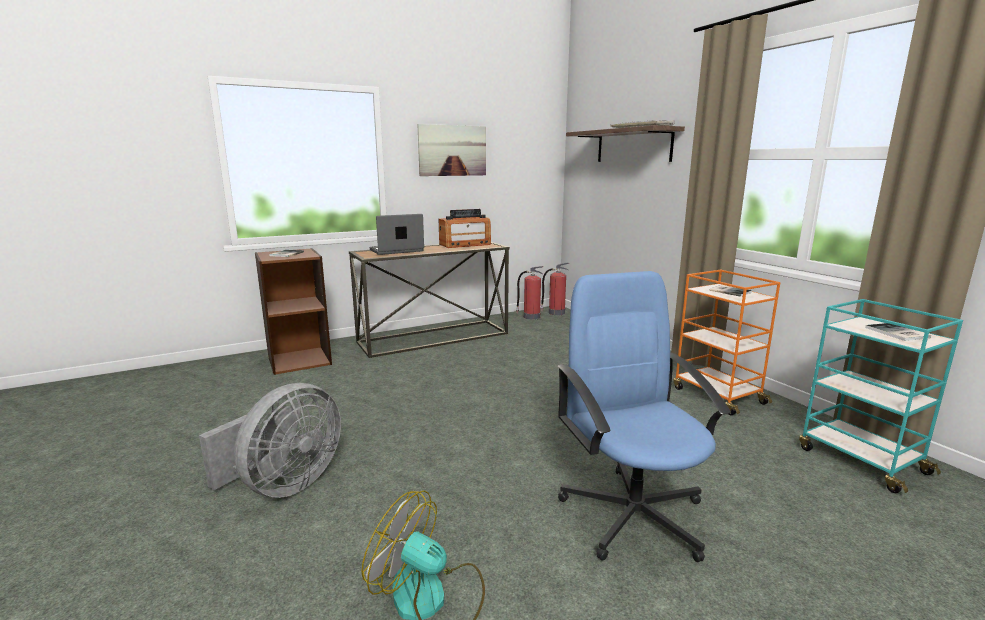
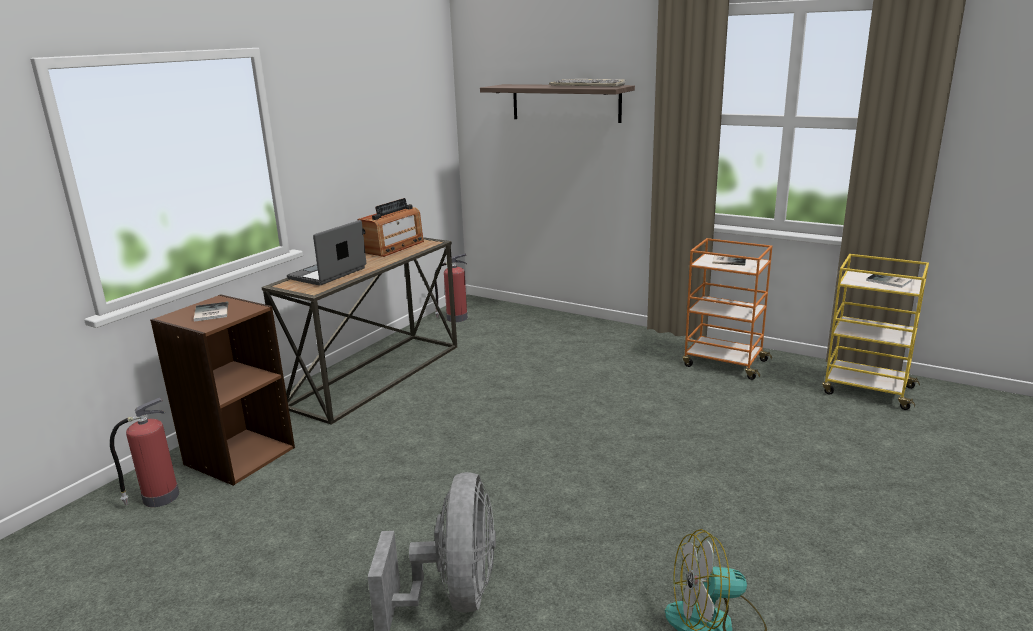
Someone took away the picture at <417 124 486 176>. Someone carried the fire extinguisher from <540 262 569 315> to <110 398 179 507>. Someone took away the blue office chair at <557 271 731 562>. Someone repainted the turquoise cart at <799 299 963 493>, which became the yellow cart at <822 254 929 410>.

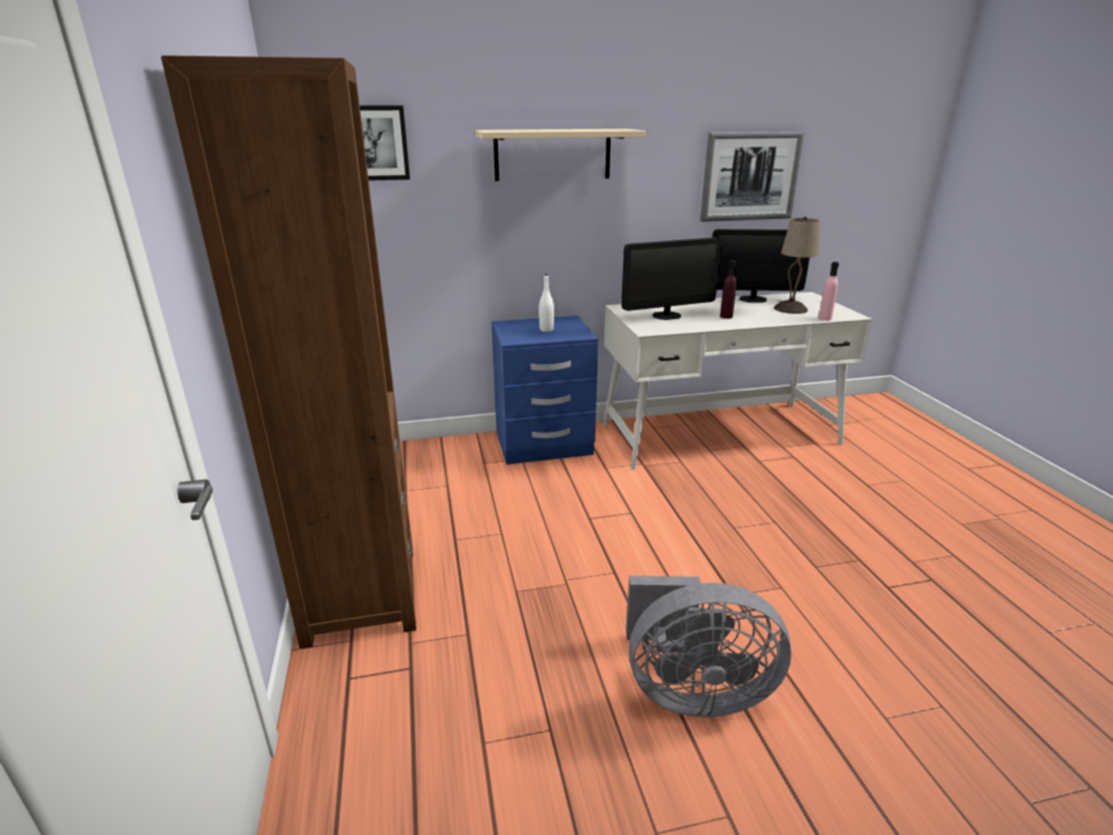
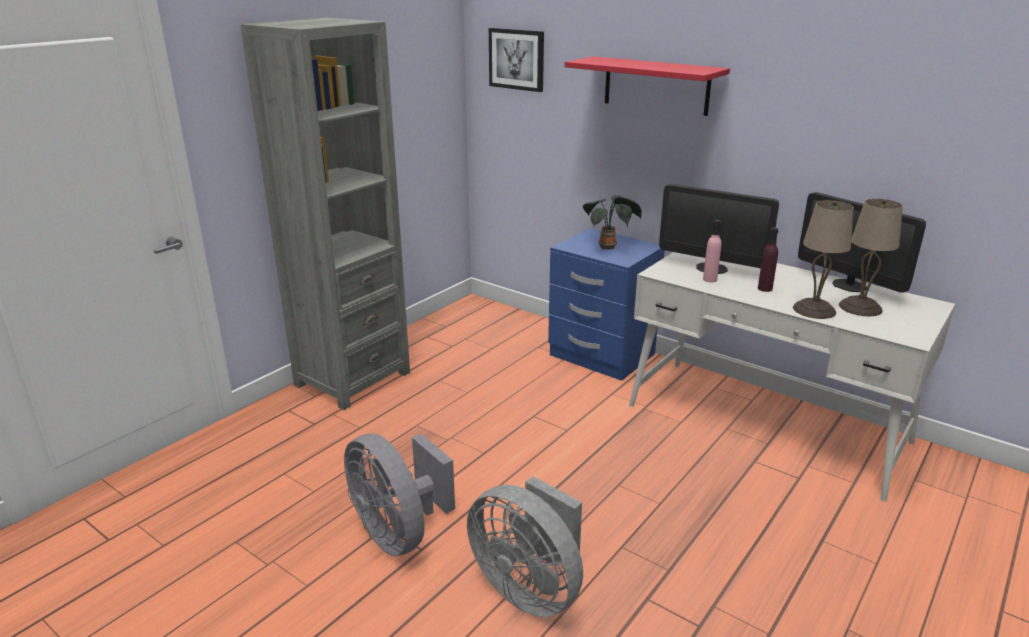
Someone repainted the brown bookcase at <161 55 416 649>, which became the grey bookcase at <240 17 410 410>. Someone repainted the beige shelf at <475 129 646 181>, which became the red shelf at <564 56 730 116>. Someone took away the picture at <700 132 804 222>. Someone carried the pink bottle from <818 262 839 321> to <703 220 721 282>. Someone swapped the white bottle at <539 274 554 332> for the potted plant at <583 195 641 250>. Someone put down the beige table lamp at <793 200 853 319>. Someone put down the grey fan at <467 476 583 617>.

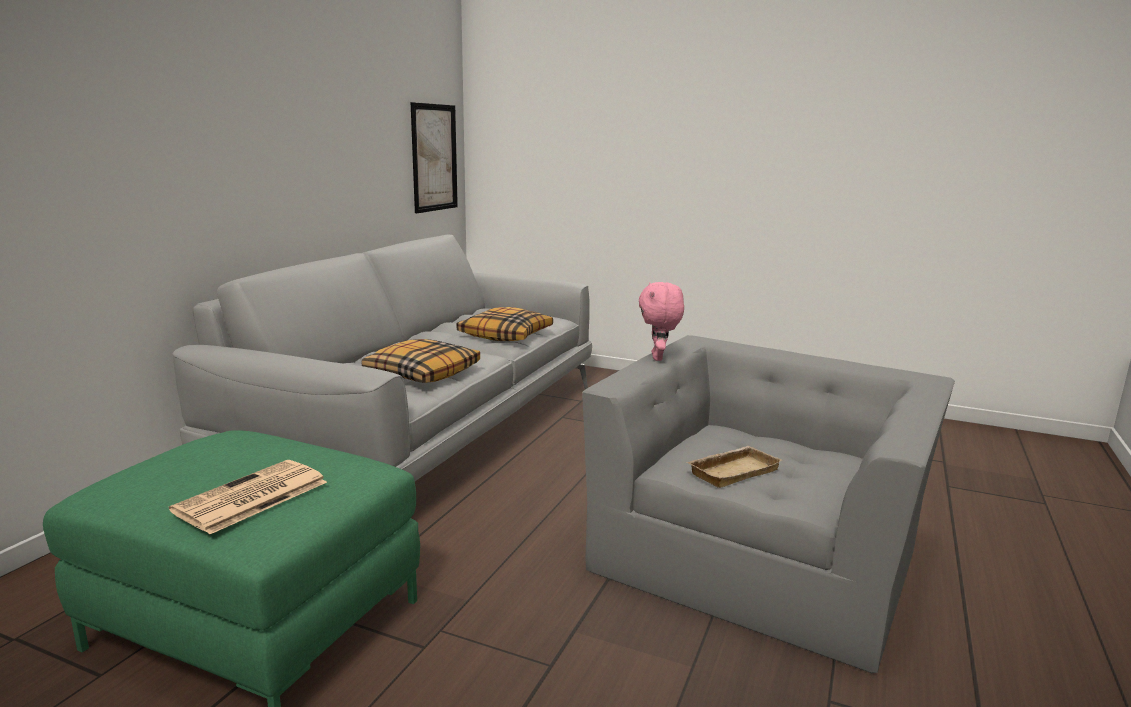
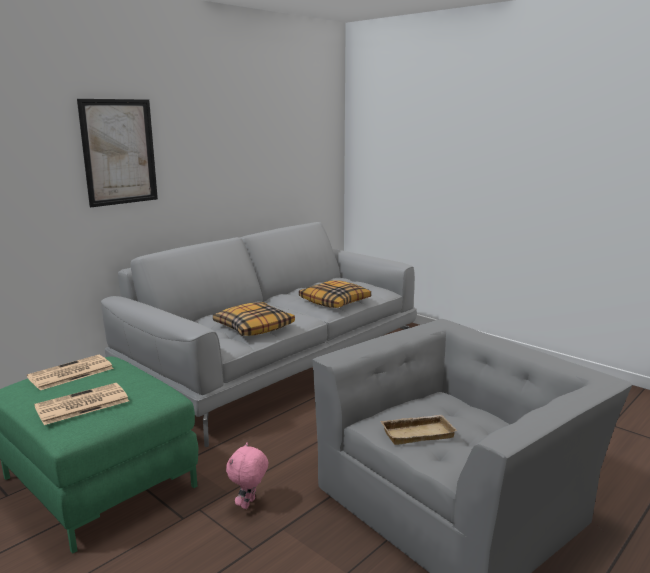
Someone carried the picture from <410 102 458 213> to <77 99 158 207>. Someone carried the pink plush toy from <639 282 684 361> to <226 442 268 509>. Someone put down the newspaper at <27 355 114 390>.

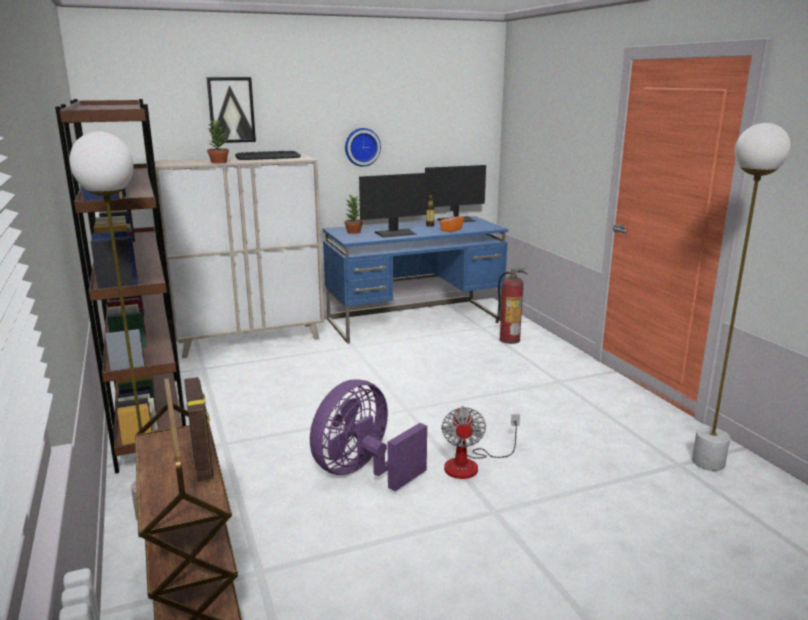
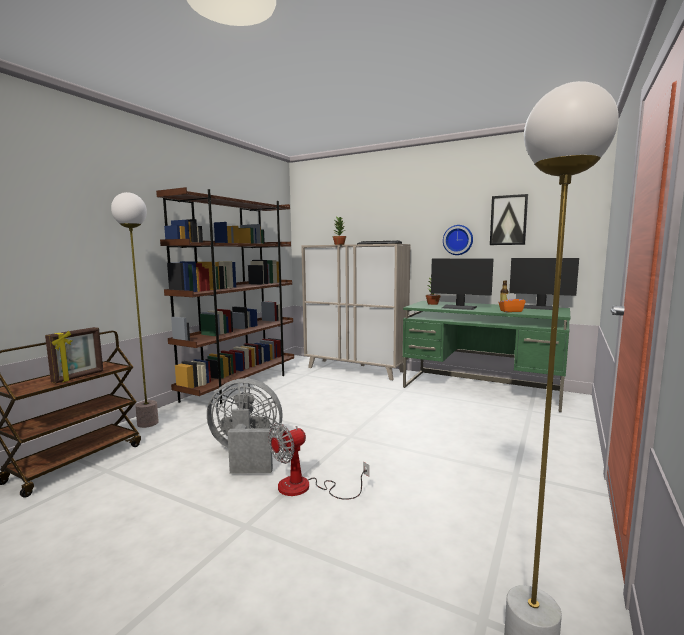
Someone carried the picture from <206 77 256 143> to <490 194 528 245>. Someone repainted the blue desk at <323 216 508 344>, which became the green desk at <403 301 570 412>. Someone took away the fire extinguisher at <495 267 529 344>. Someone repainted the purple fan at <310 379 427 491>, which became the grey fan at <207 378 283 473>.

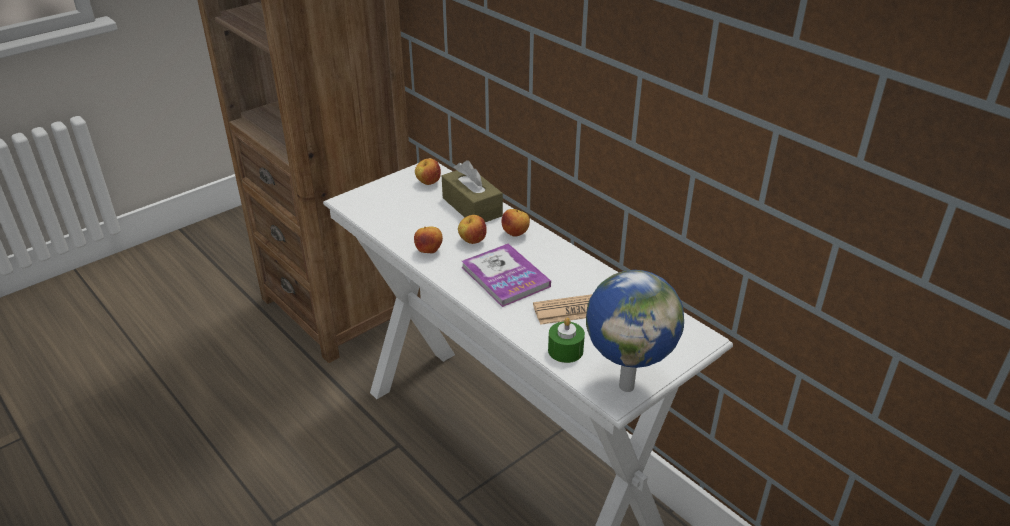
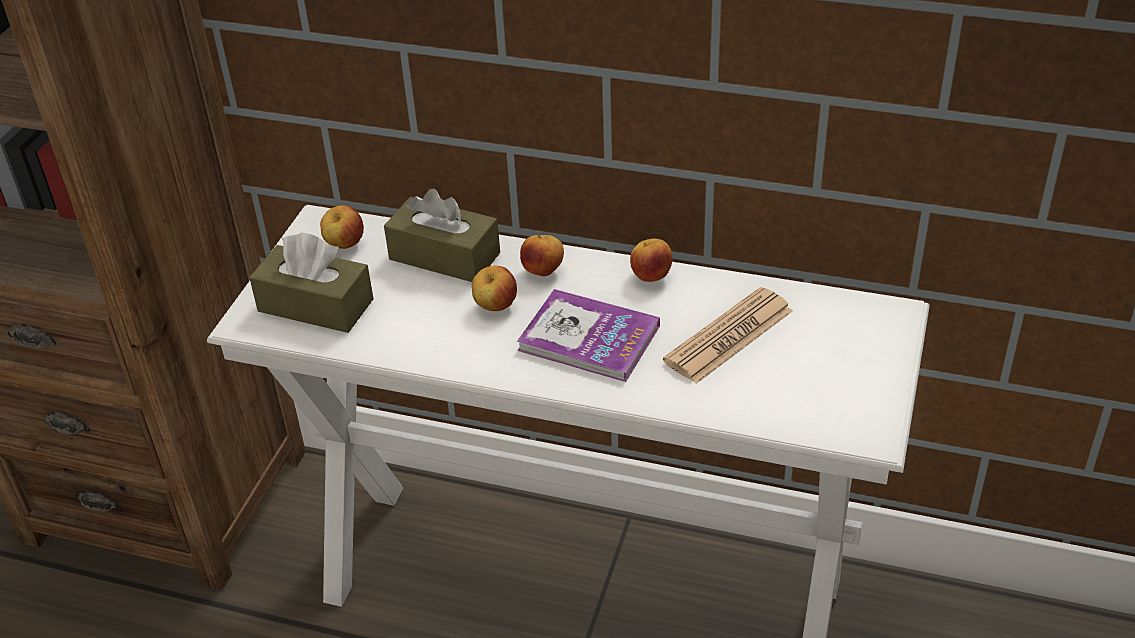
Someone carried the apple from <414 226 443 253> to <630 239 673 282>. Someone took away the globe at <586 270 684 392>. Someone took away the green candle at <548 318 585 363>. Someone put down the brown tissue box at <249 232 374 333>.

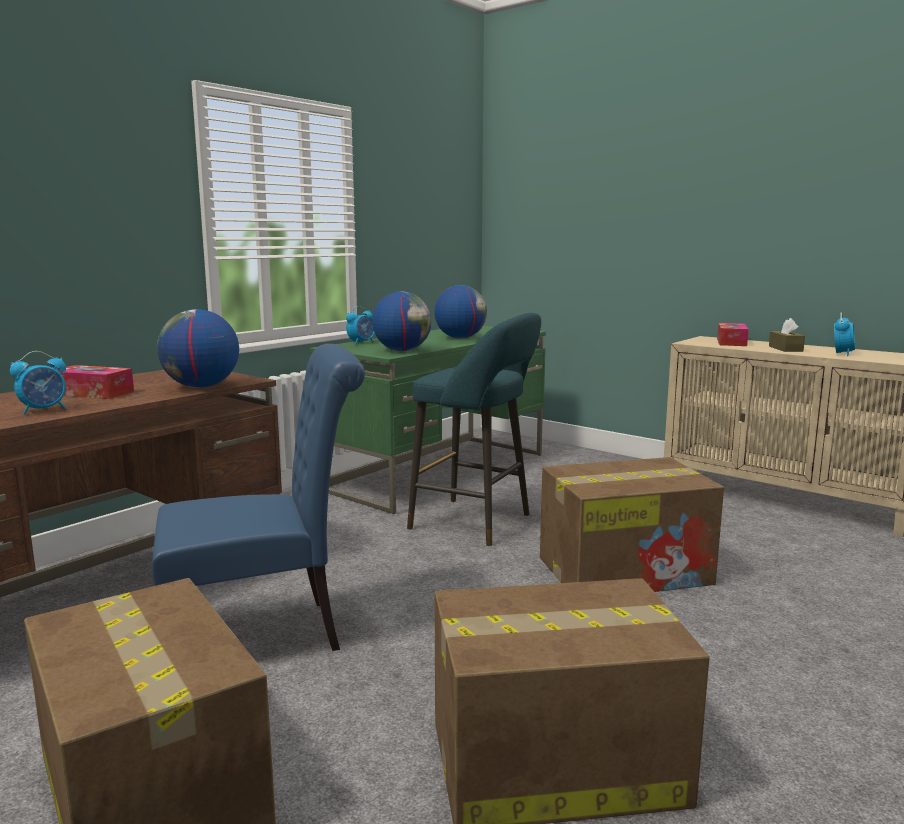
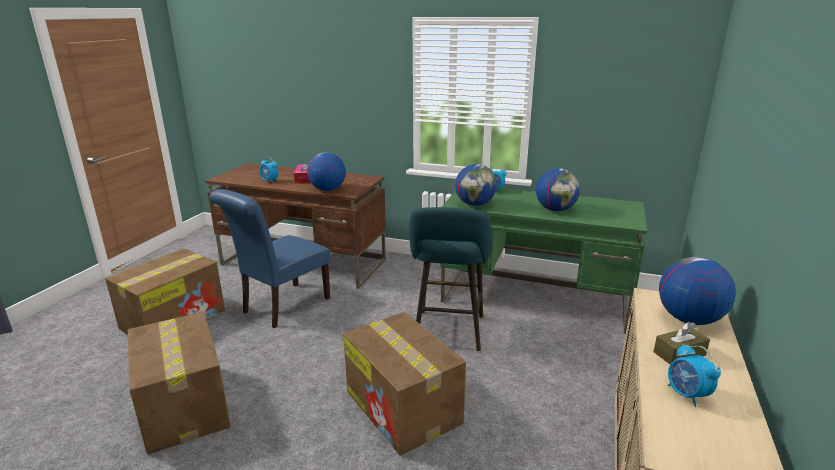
Someone rotated the alarm clock at <834 313 855 356> by 60 degrees clockwise. Someone swapped the tissue box at <717 323 749 346> for the globe at <659 257 736 325>. Someone rotated the blue chair at <152 344 365 651> by 75 degrees clockwise.

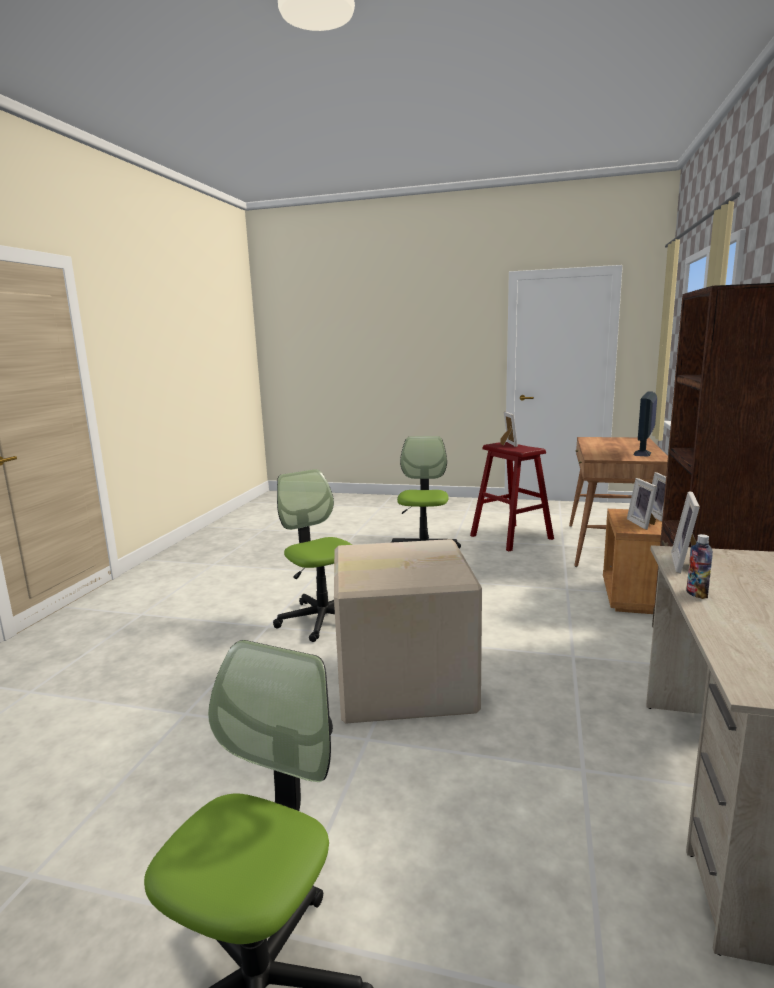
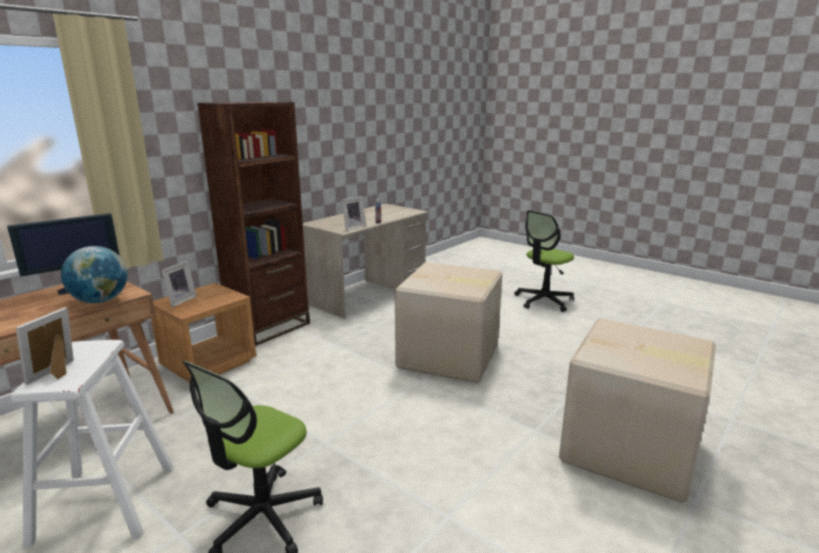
Someone repainted the red stool at <470 442 554 551>, which became the white stool at <11 340 173 548>. Someone took away the office chair at <273 469 352 642>. Someone took away the picture frame at <627 478 658 530>. Someone put down the globe at <61 246 128 303>. Someone put down the cardboard box at <559 318 716 503>.

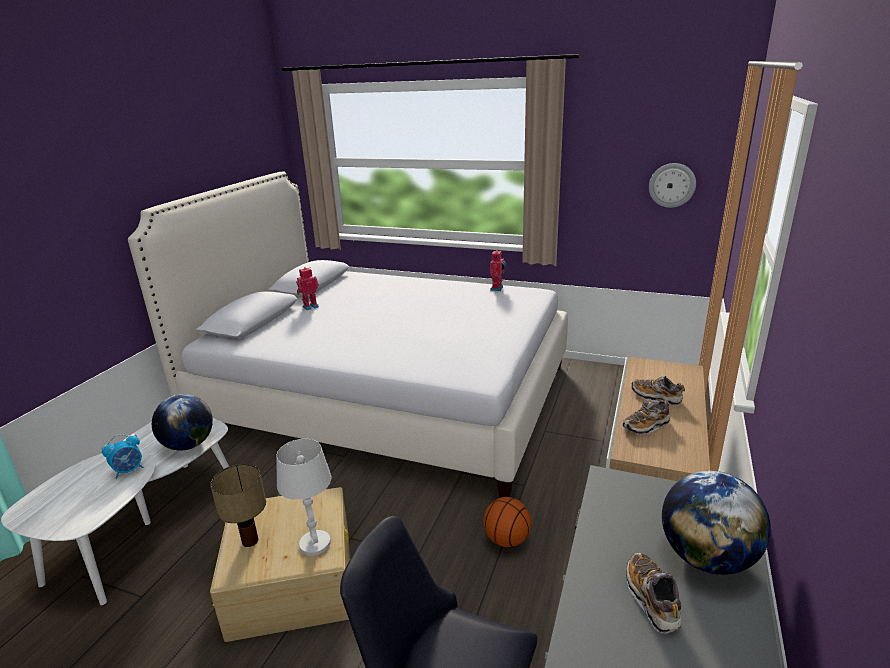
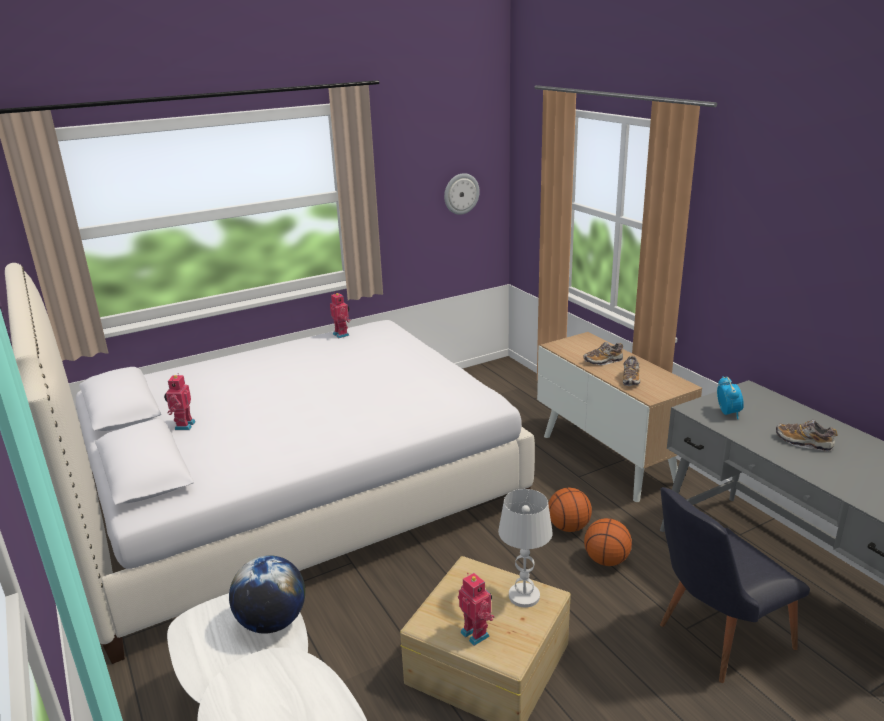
Someone carried the alarm clock from <102 434 144 479> to <717 376 744 419>. Someone swapped the table lamp at <210 464 266 547> for the toy robot at <458 573 494 646>. Someone took away the globe at <662 471 771 575>. Someone put down the basketball at <584 518 632 566>.

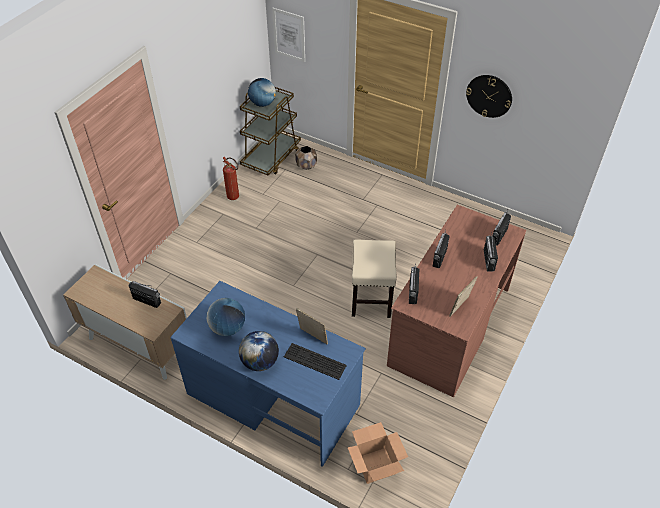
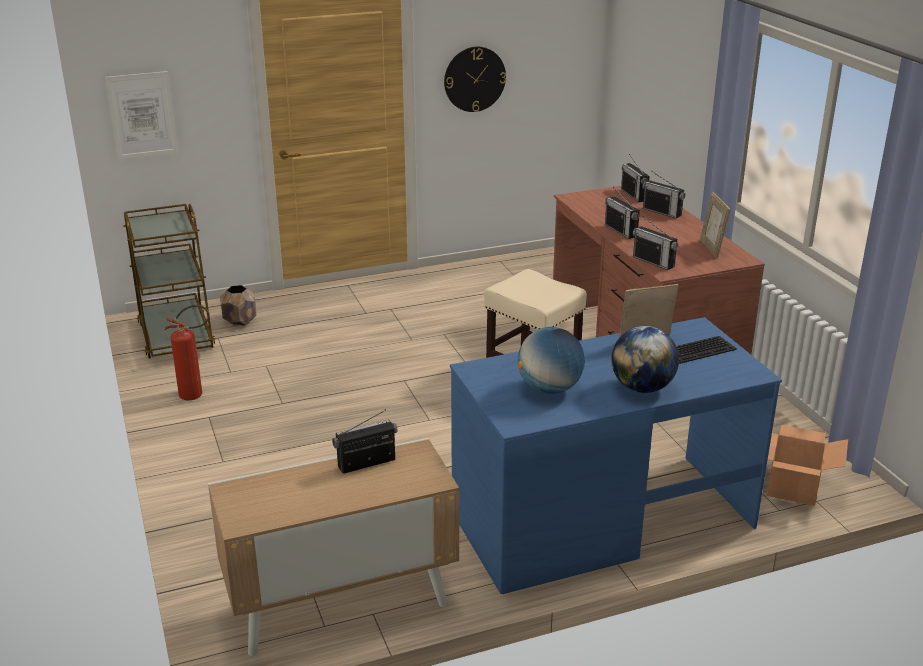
Someone took away the globe at <248 78 276 107>.

